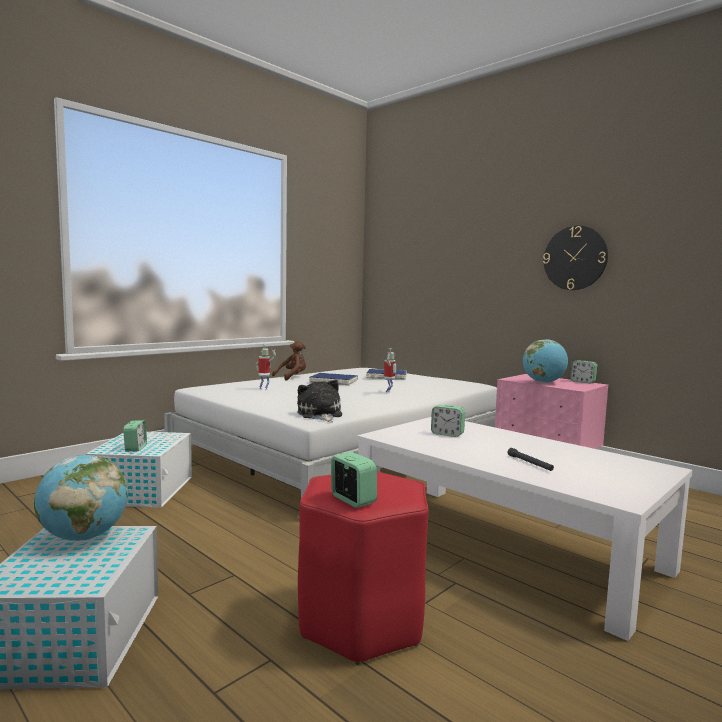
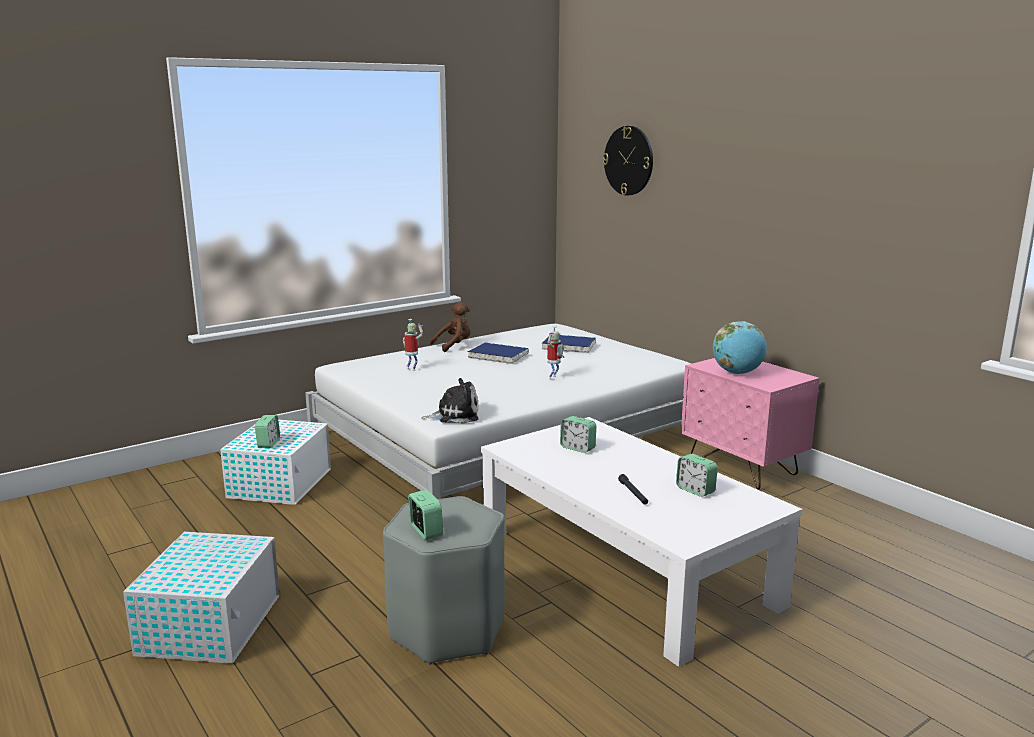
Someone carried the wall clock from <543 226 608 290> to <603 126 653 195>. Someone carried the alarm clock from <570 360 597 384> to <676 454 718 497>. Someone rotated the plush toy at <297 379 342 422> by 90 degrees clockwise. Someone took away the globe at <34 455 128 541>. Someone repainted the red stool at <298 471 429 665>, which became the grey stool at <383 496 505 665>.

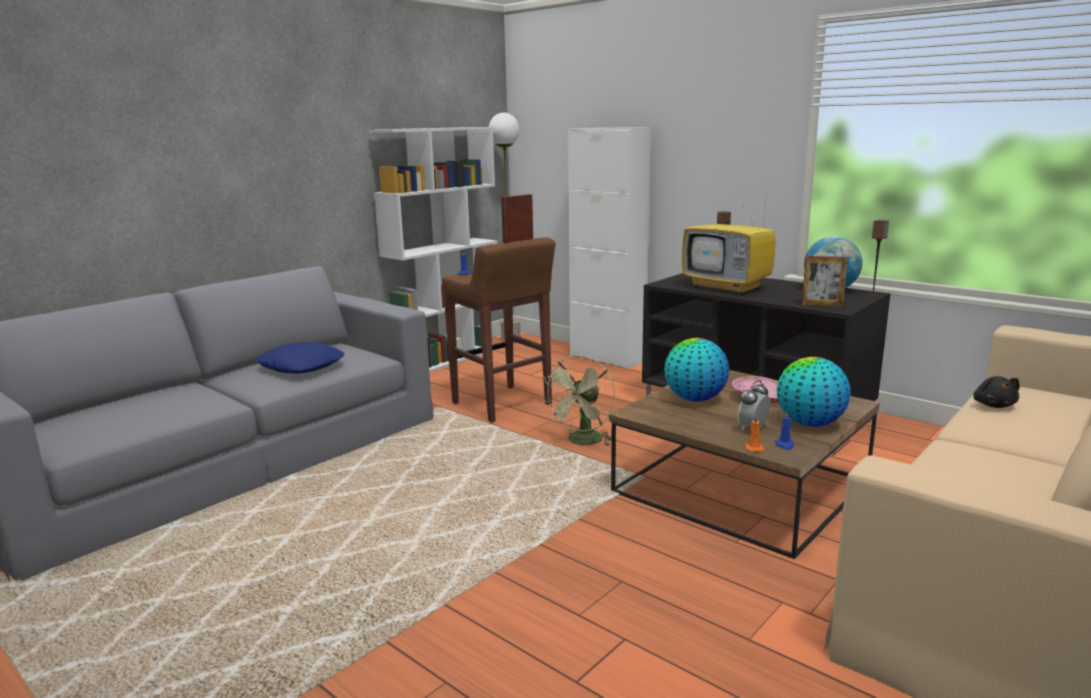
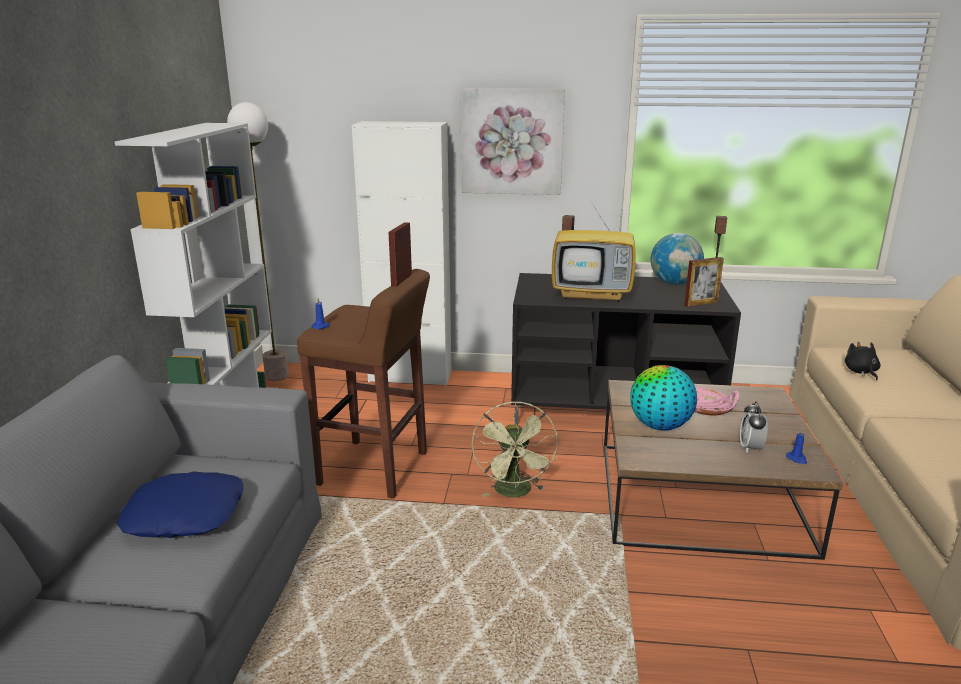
Someone took away the globe at <777 357 851 427>. Someone rotated the black plush toy at <973 376 1020 408> by 150 degrees counterclockwise. Someone took away the orange candle at <744 415 765 452>. Someone put up the picture at <460 88 565 195>.

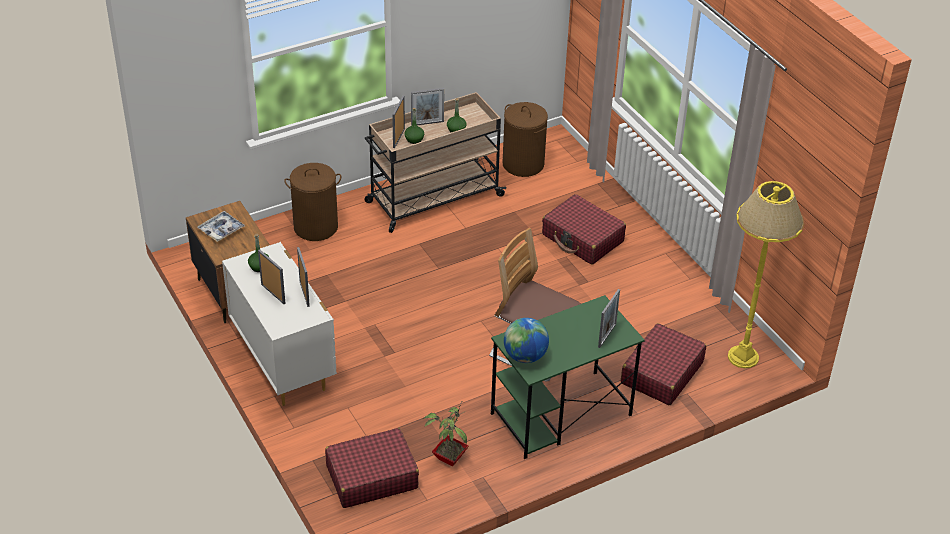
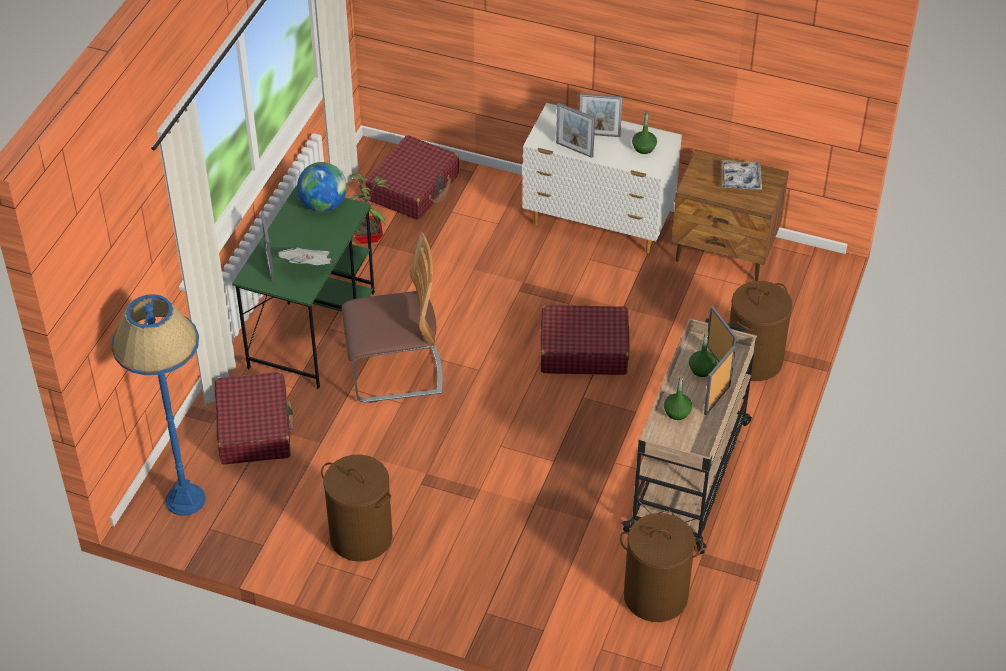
Someone repainted the yellow floor lamp at <728 181 804 368>, which became the blue floor lamp at <111 294 205 516>. Someone carried the red suitcase from <542 194 626 265> to <540 305 630 375>. Someone put down the newspaper at <278 248 332 265>. Someone put down the brown laundry basket at <321 454 393 562>.

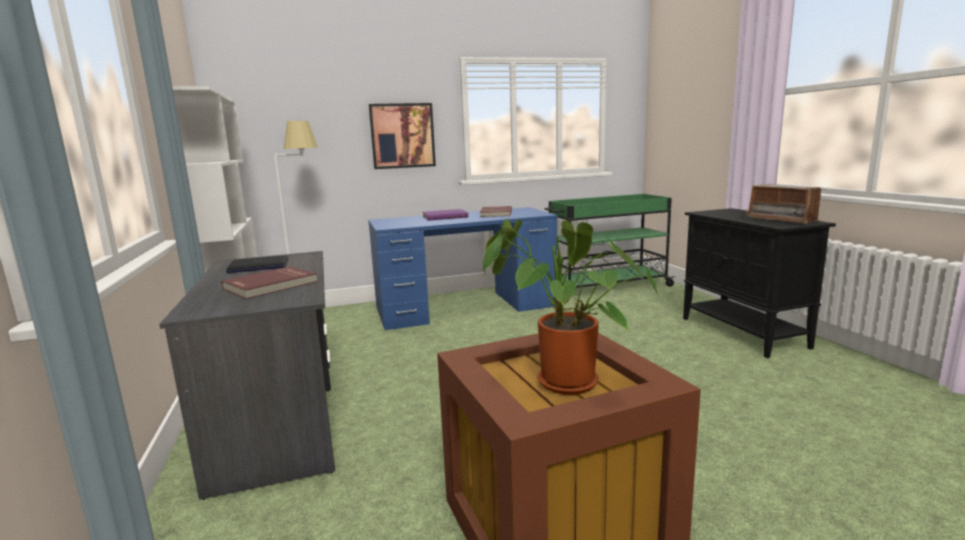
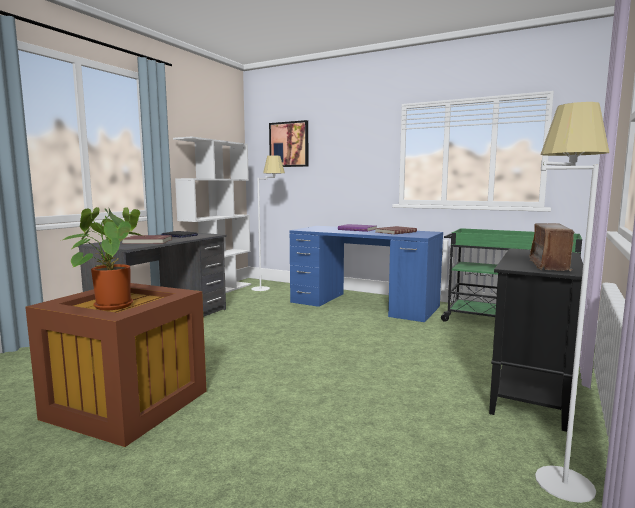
Someone carried the picture from <369 103 436 169> to <269 120 308 167>. Someone put down the white floor lamp at <535 102 610 503>.

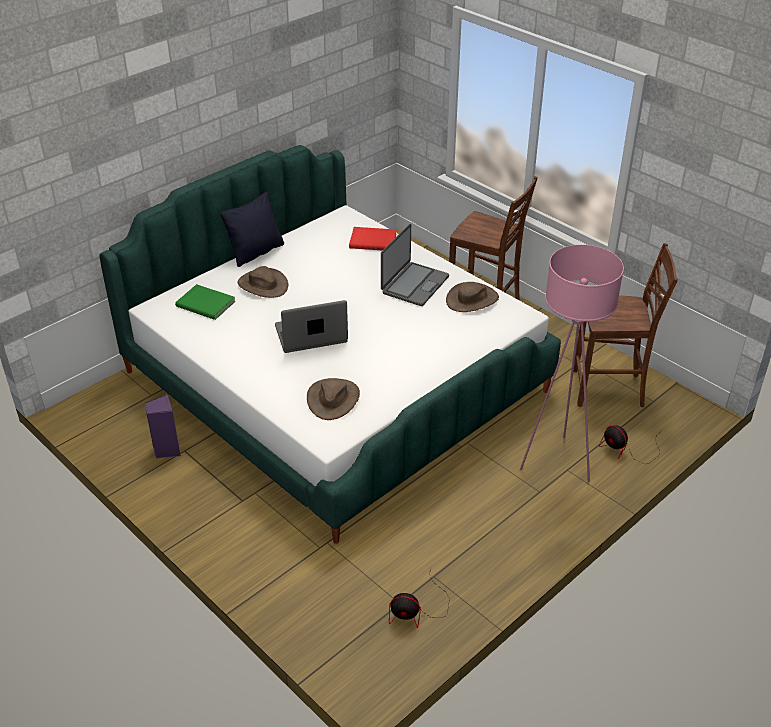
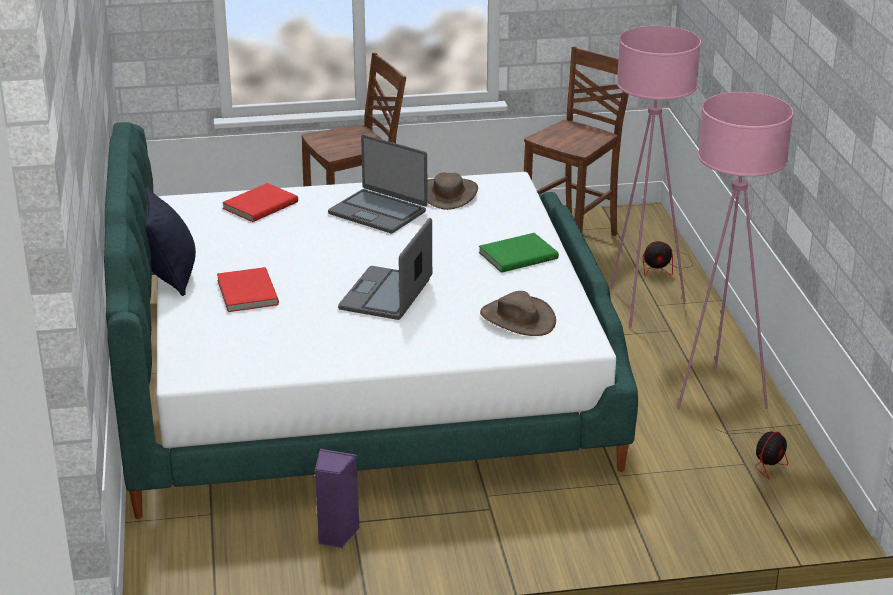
Someone rotated the laptop at <381 224 449 306> by 150 degrees clockwise. Someone swapped the brown hat at <238 266 288 298> for the red book at <217 267 279 312>. Someone carried the green book from <175 284 235 320> to <479 233 559 273>. Someone put down the pink floor lamp at <677 92 793 409>.

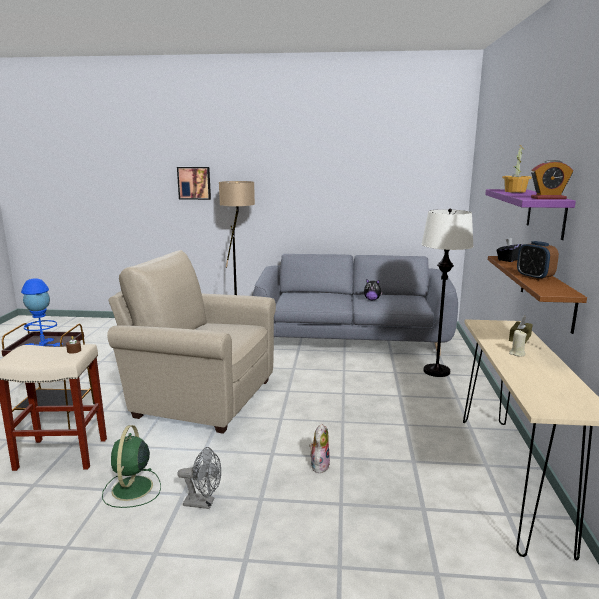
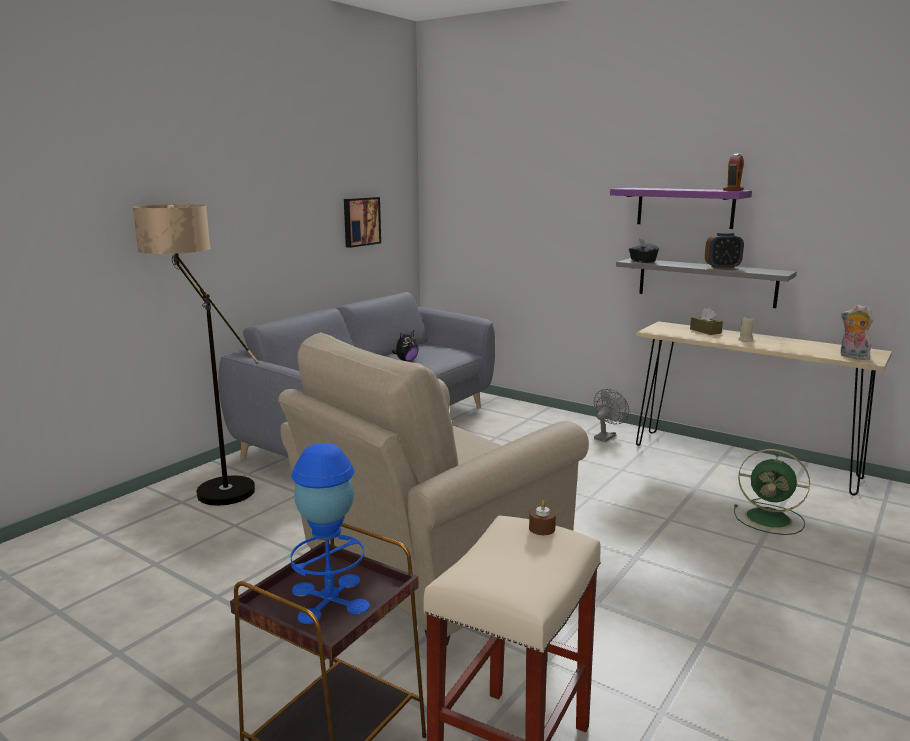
Someone took away the potted plant at <502 145 531 193>. Someone carried the picture from <177 167 211 200> to <344 197 381 248>. Someone took away the white floor lamp at <421 209 474 377>. Someone repainted the brown shelf at <488 256 587 334>, which became the grey shelf at <616 258 797 308>. Someone carried the plush toy from <309 423 330 473> to <841 304 873 360>. Someone carried the green fan from <102 425 161 508> to <734 449 810 535>. Someone carried the grey fan from <177 447 221 509> to <594 389 629 442>.

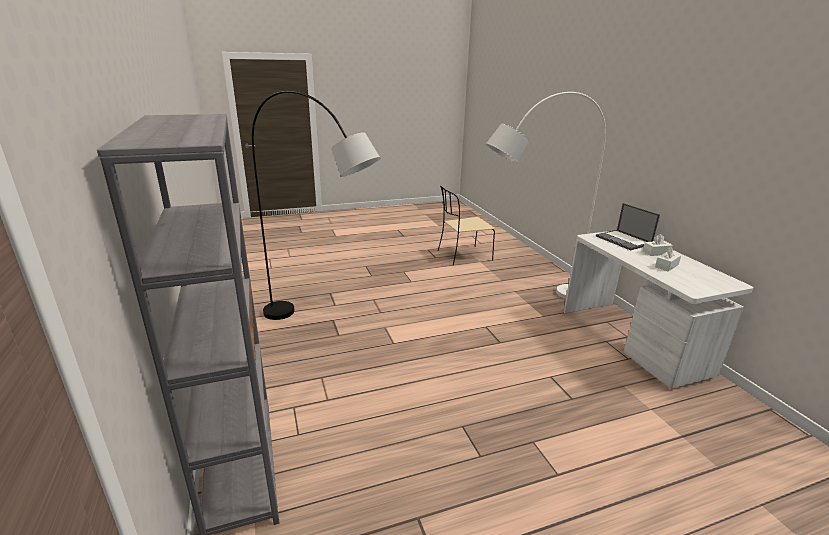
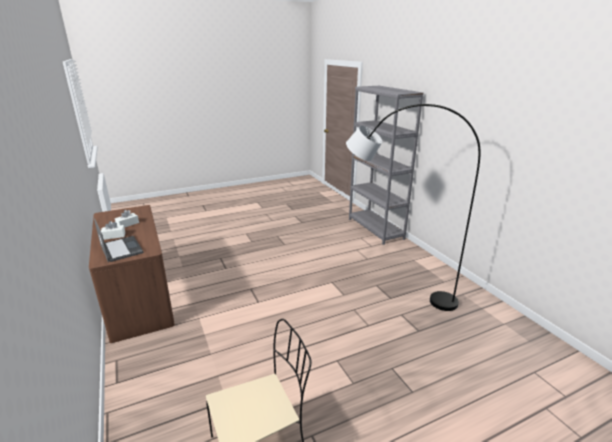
Someone took away the white floor lamp at <486 92 606 299>. Someone repainted the white desk at <564 231 754 388>, which became the brown desk at <89 205 175 343>.

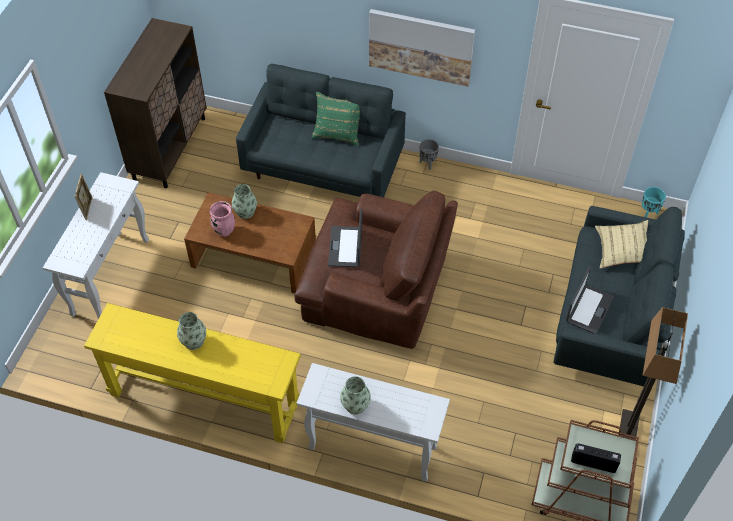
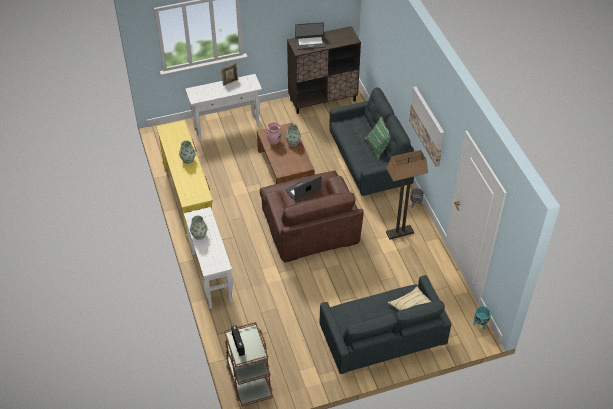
Someone carried the laptop from <566 266 614 334> to <295 22 326 50>. Someone carried the floor lamp from <618 307 688 439> to <386 150 428 239>.

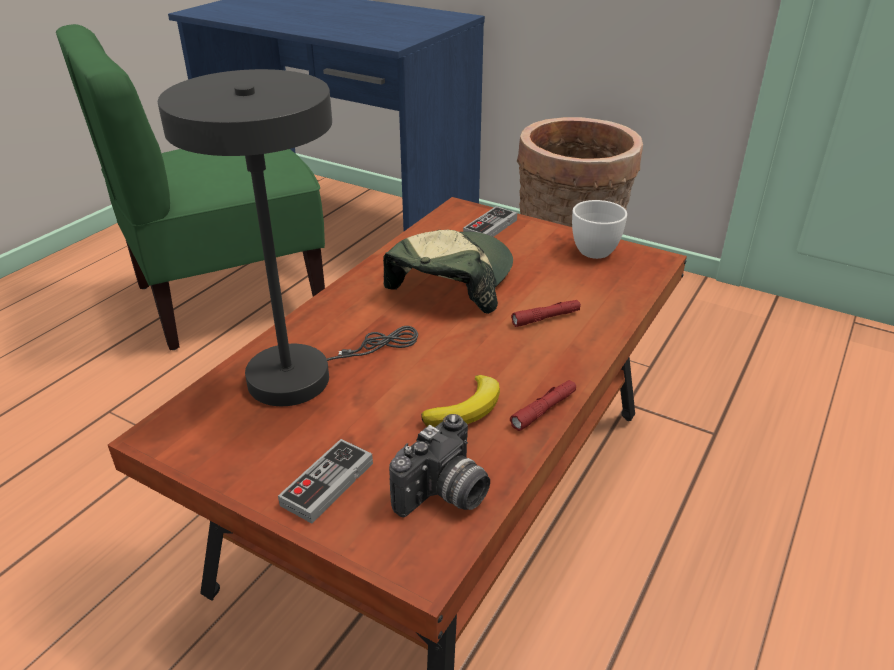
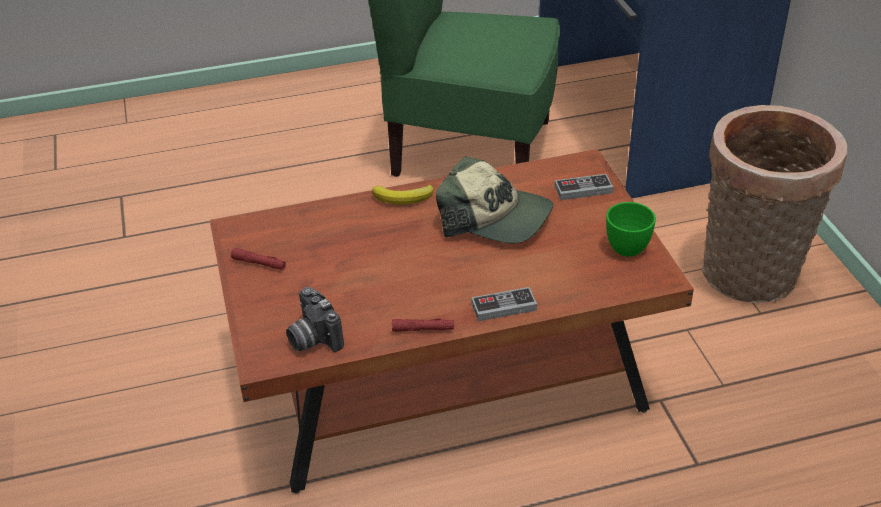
Someone took away the grey table lamp at <158 69 418 406>. Someone repainted the white cup at <572 200 627 259>, which became the green cup at <606 202 656 257>. Someone rotated the cap at <383 230 513 314> by 45 degrees clockwise. Someone carried the red flashlight from <511 300 581 327> to <231 248 286 270>. Someone carried the banana from <421 375 500 427> to <372 185 433 204>. Someone rotated the photo camera at <389 414 490 517> by 60 degrees clockwise. Someone carried the game controller from <278 439 373 524> to <471 287 537 321>.

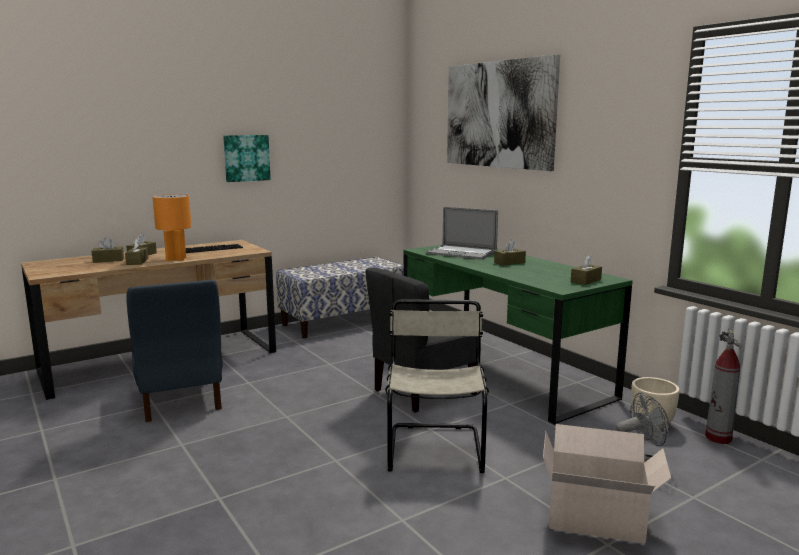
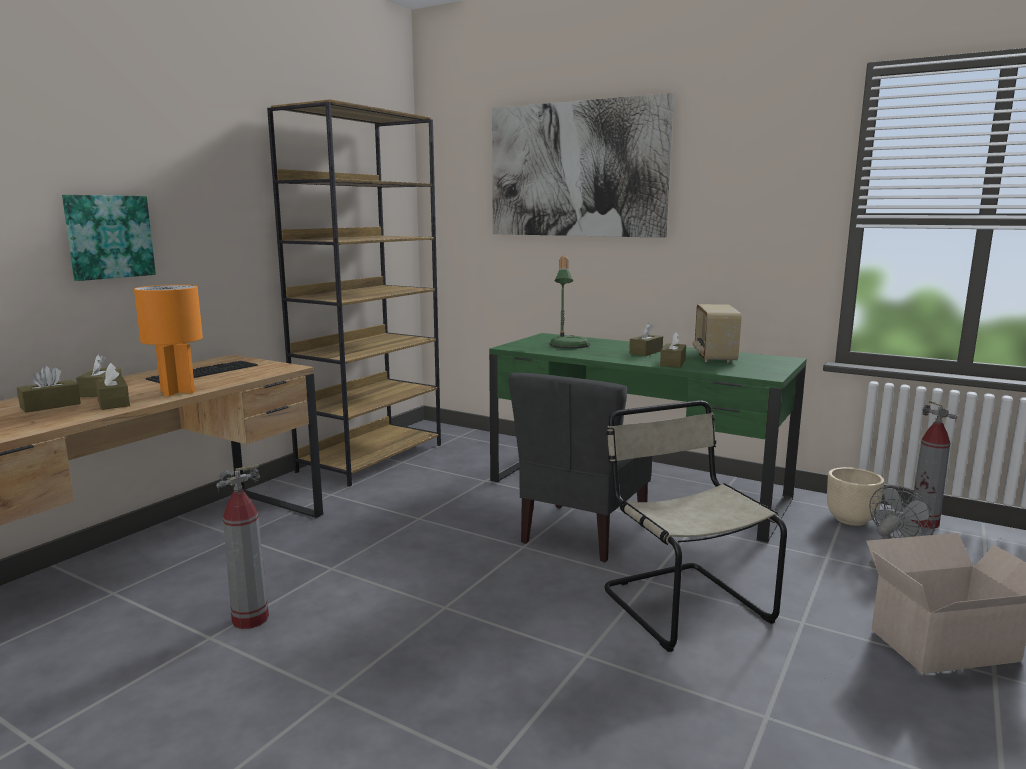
Someone carried the picture from <223 135 271 182> to <62 195 156 281>. Someone swapped the laptop at <426 207 498 260> for the table lamp at <550 256 590 349>. Someone carried the brown tissue box from <571 255 602 285> to <660 332 686 368>. Someone swapped the bench at <276 257 403 338> for the brown bookcase at <267 99 441 487>. Someone swapped the blue chair at <126 280 223 422> for the fire extinguisher at <216 465 269 629>. Someone put down the radio at <692 304 742 363>.

